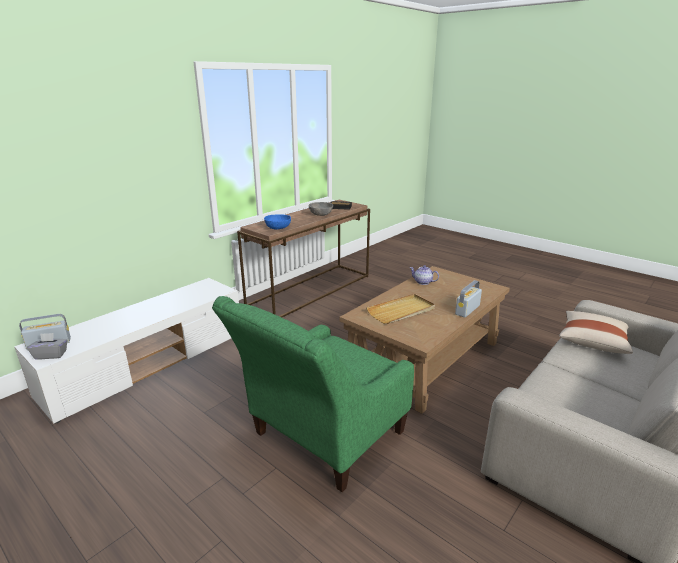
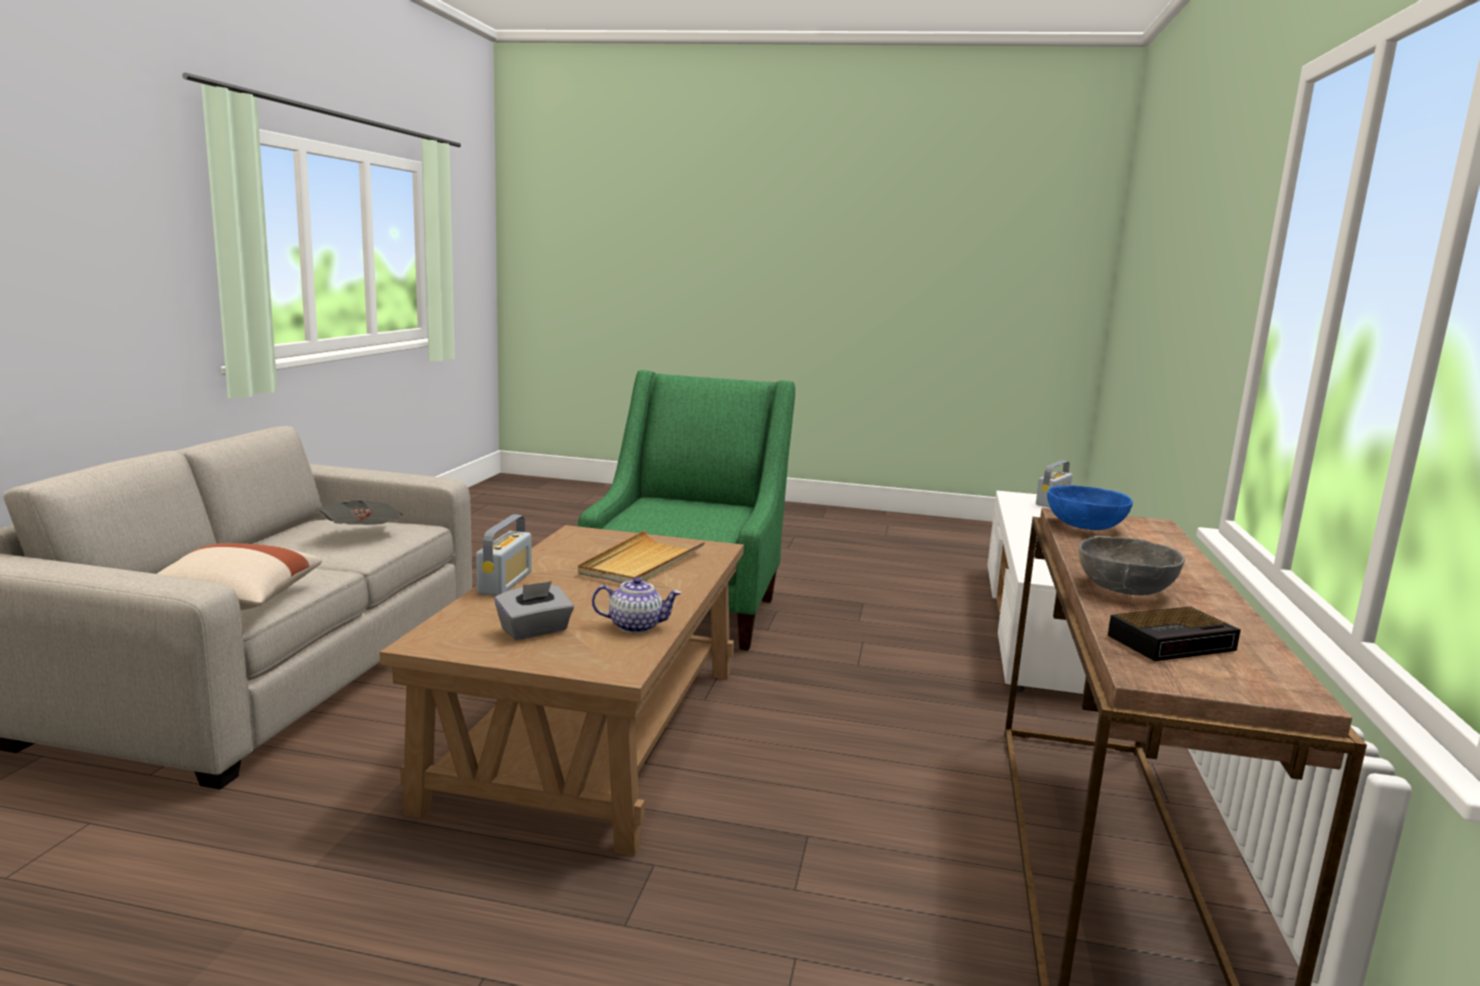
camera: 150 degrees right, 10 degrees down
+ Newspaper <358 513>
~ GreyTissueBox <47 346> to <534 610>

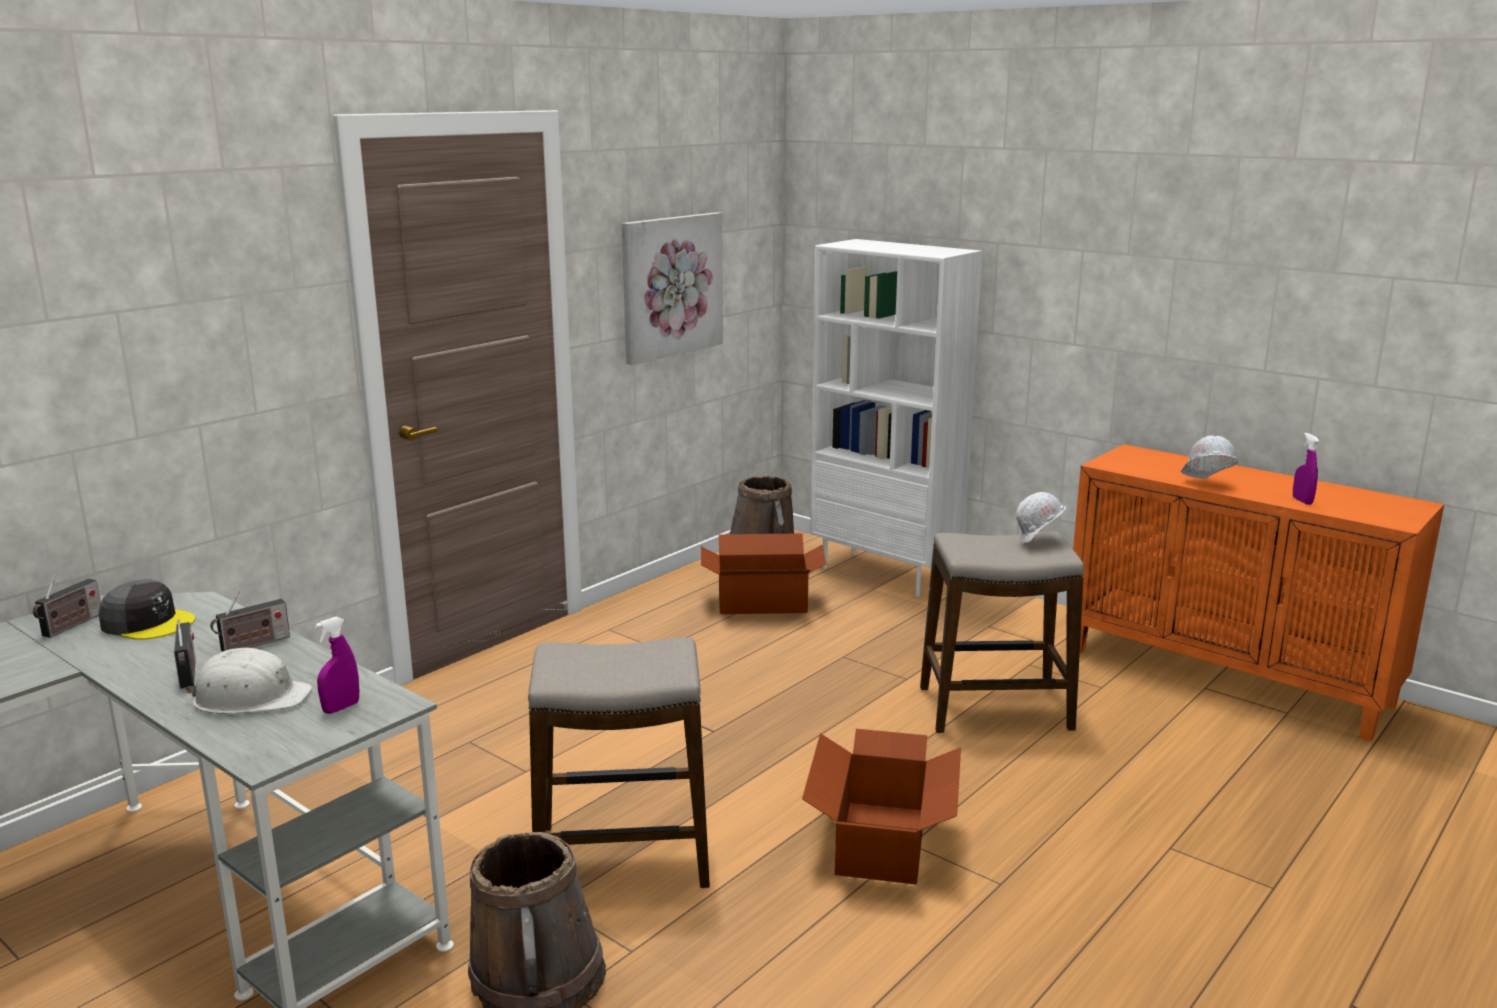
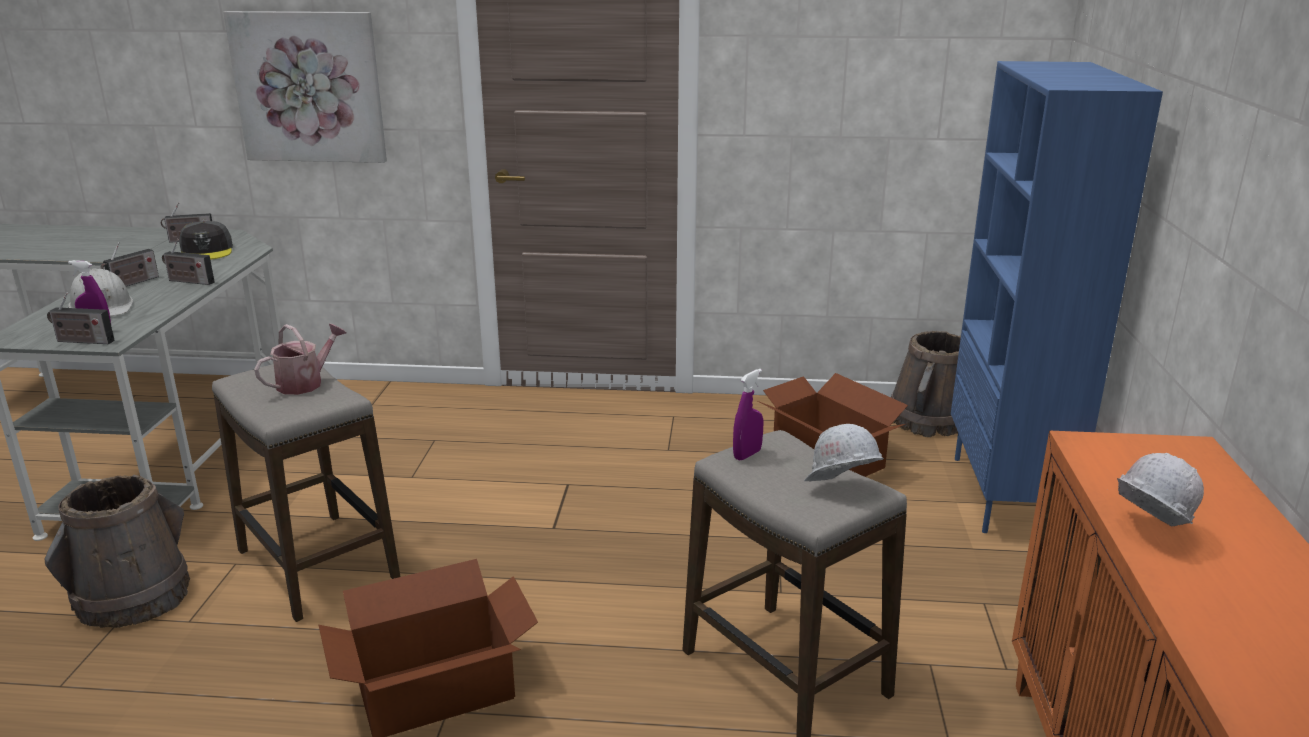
camera: 55 degrees right, 5 degrees up
+ Radio <81 318>
~ Picture <672 288> to <305 87>
+ WateringCan <300 359>
~ PurpleSprayBottle <1306 469> to <748 414>
~ WhiteBookcase <896 418> to BlueBookcase <1057 297>

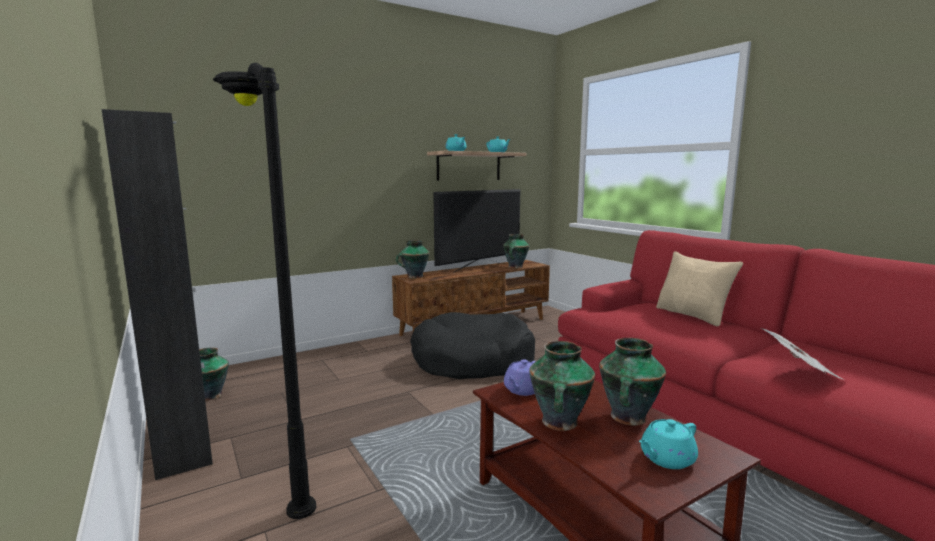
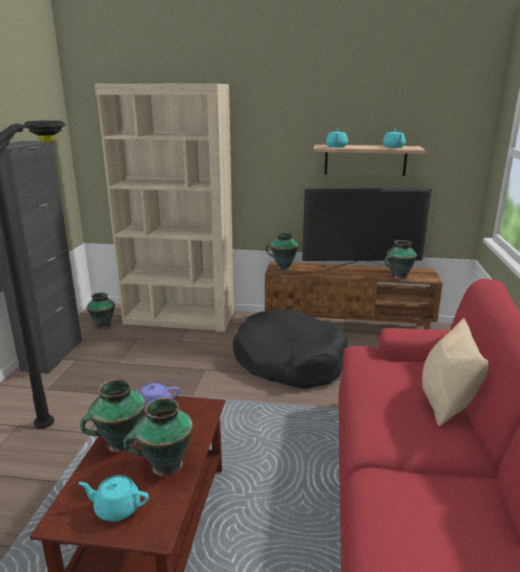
camera: 40 degrees right, 10 degrees up
+ BeigeBookcase <164 207>
- Newspaper <803 354>

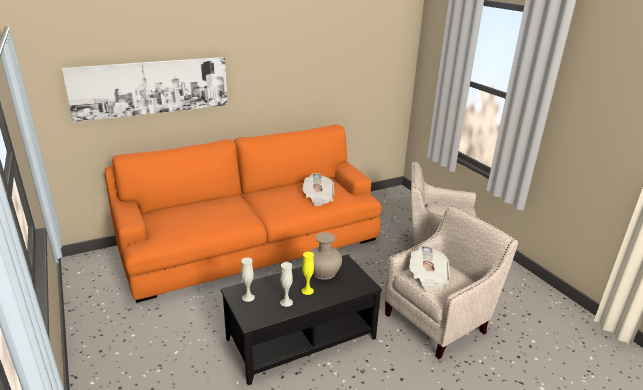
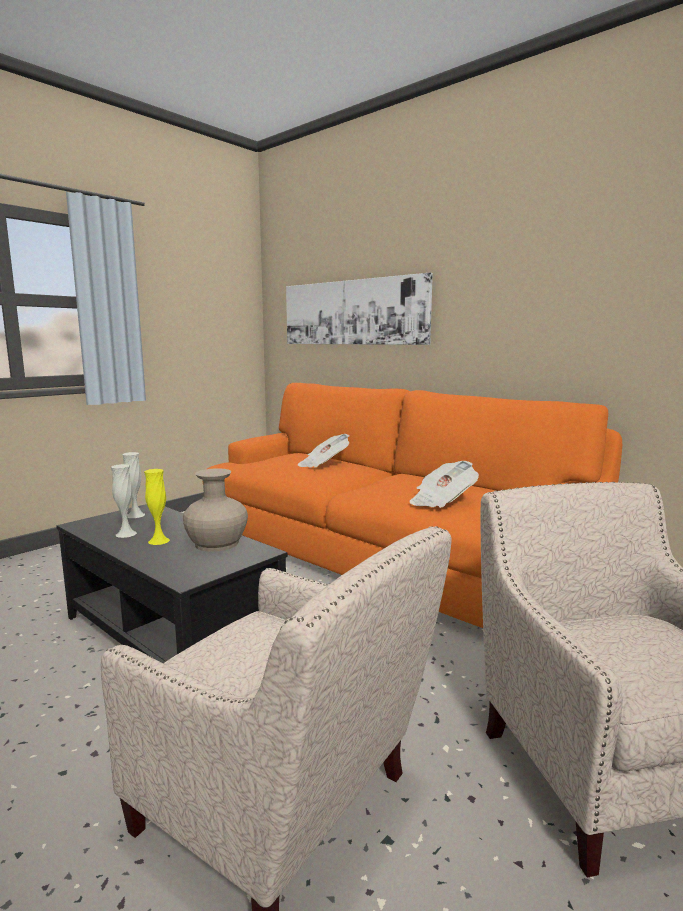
camera: 70 degrees right, 15 degrees down
~ Newspaper <429 268> to <324 451>

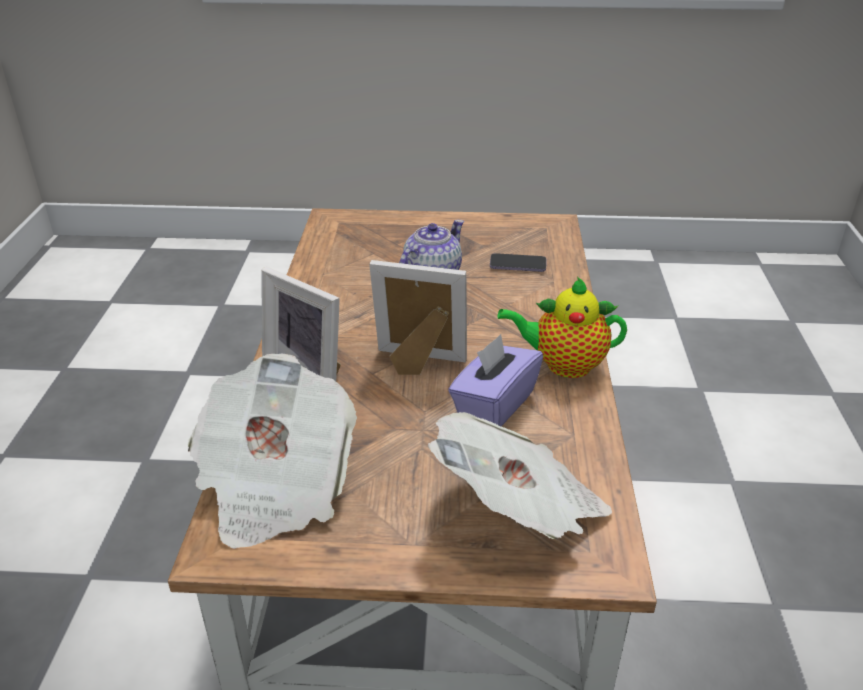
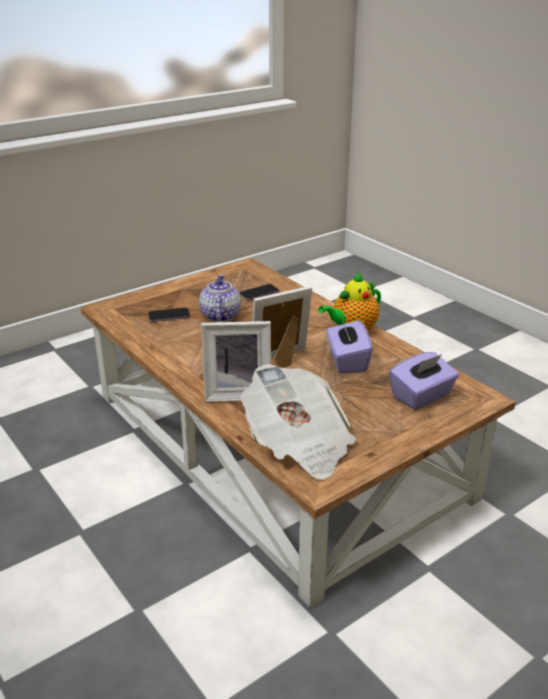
camera: 40 degrees left, 5 degrees down
+ Phone <169 315>
~ Newspaper <520 475> to PurpleTissueBox <424 381>

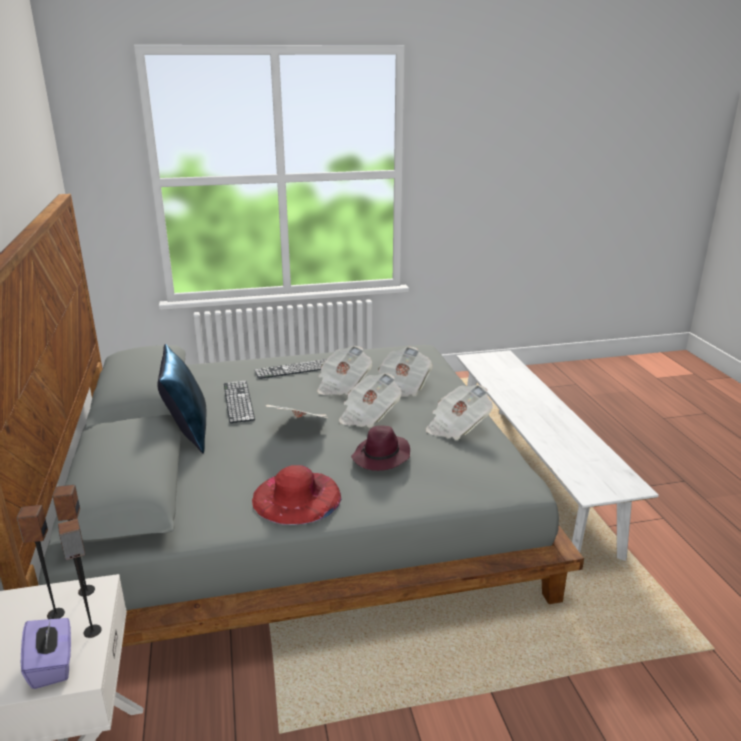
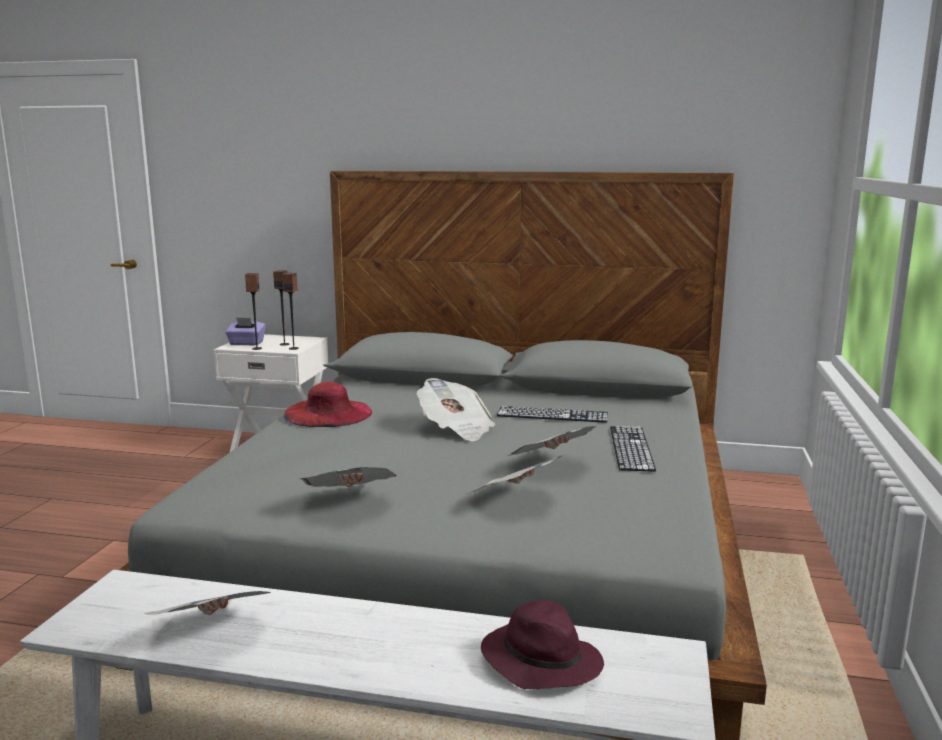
camera: 115 degrees right, 10 degrees down
~ Newspaper <370 400> to <207 603>
~ PurpleHat <380 448> to <542 645>
- BluePillow <181 398>

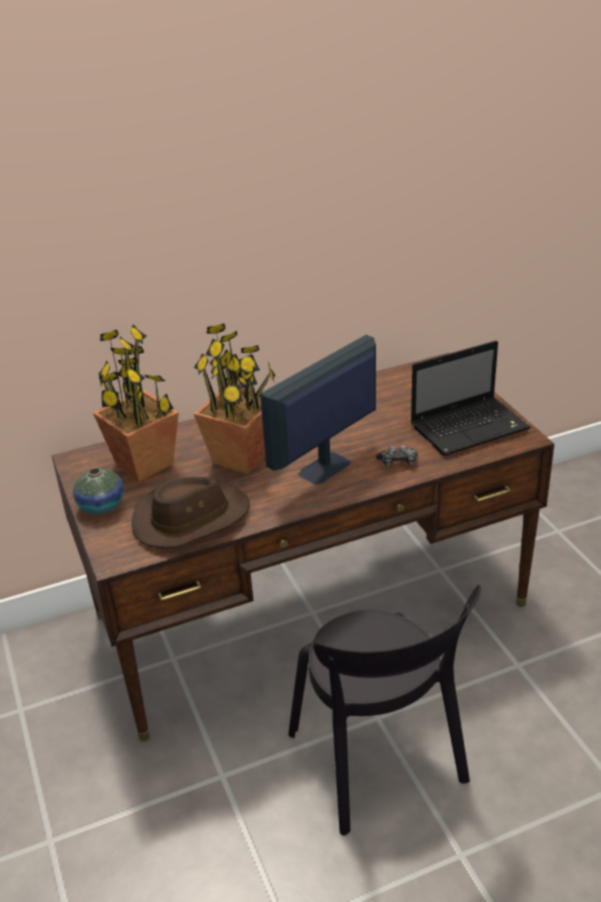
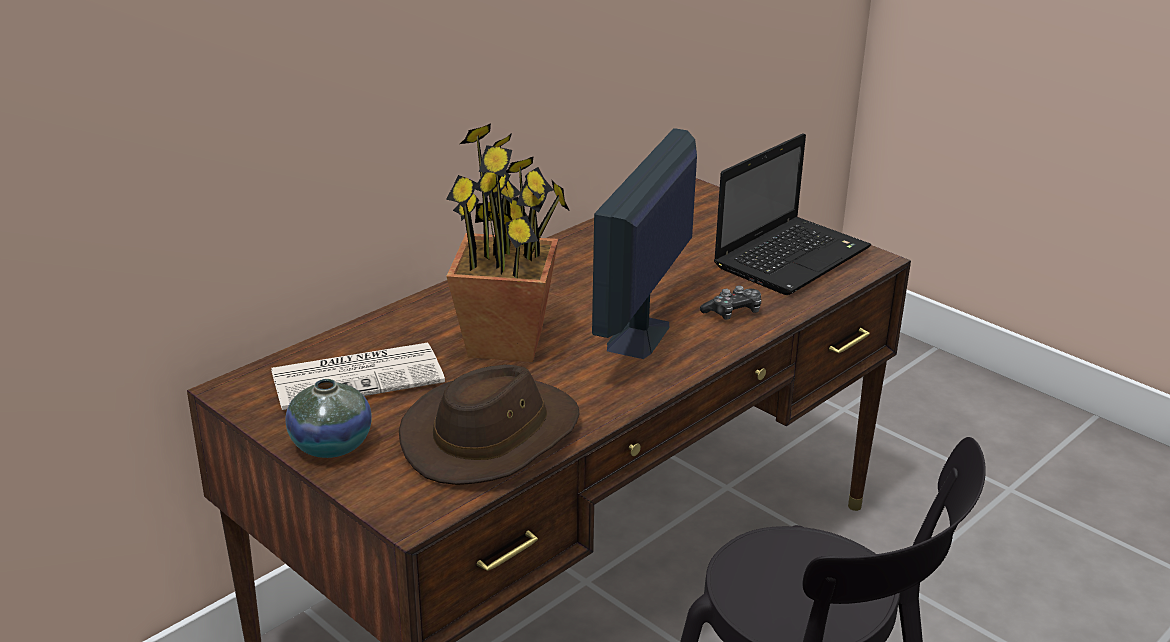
camera: 25 degrees left, 5 degrees down
~ PottedPlant <136 402> to Newspaper <358 376>

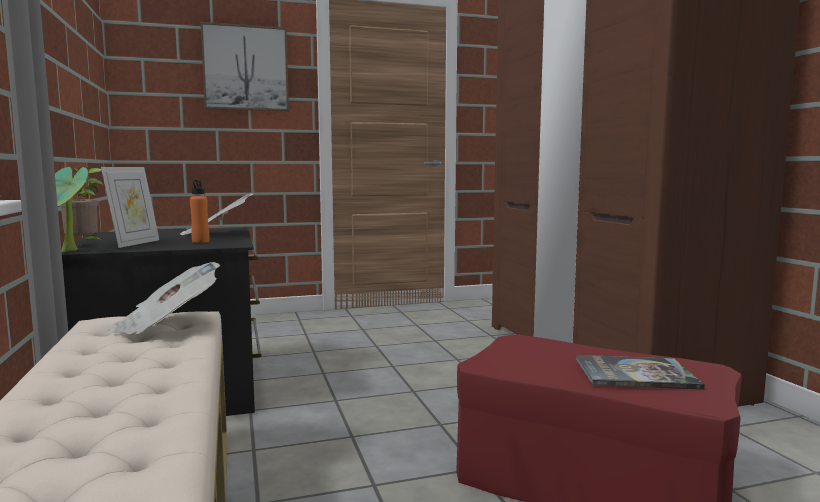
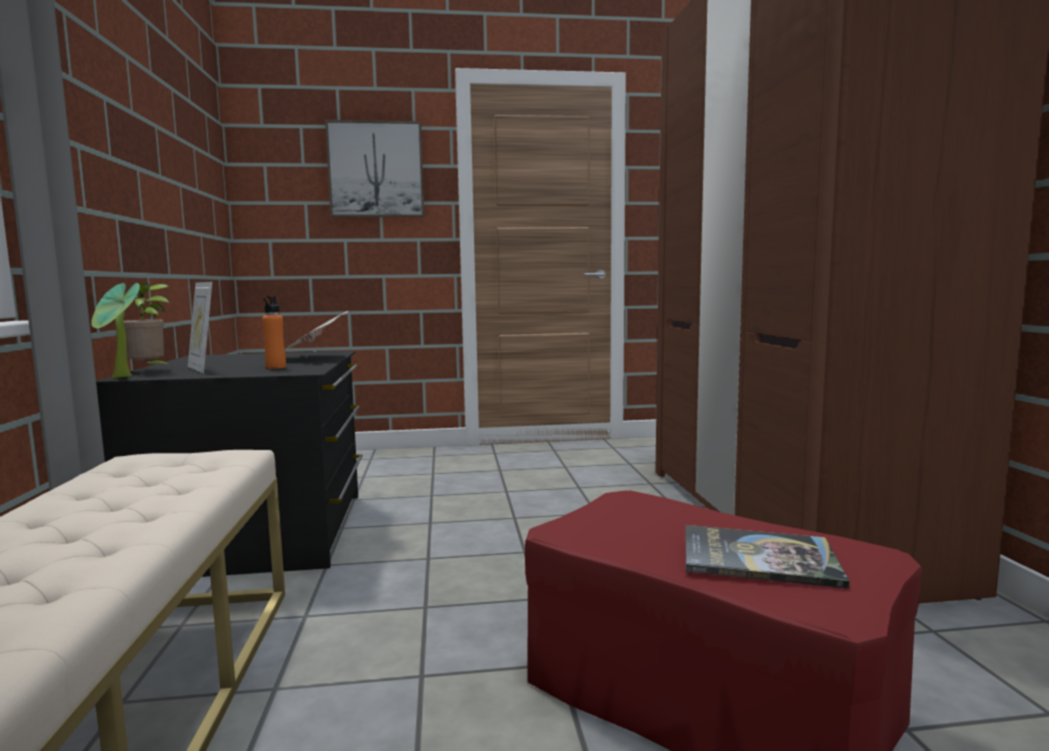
camera: 10 degrees right, 0 degrees up
~ PictureFrame <130 207> = <200 327> 120 degrees clockwise
- Newspaper <164 298>

